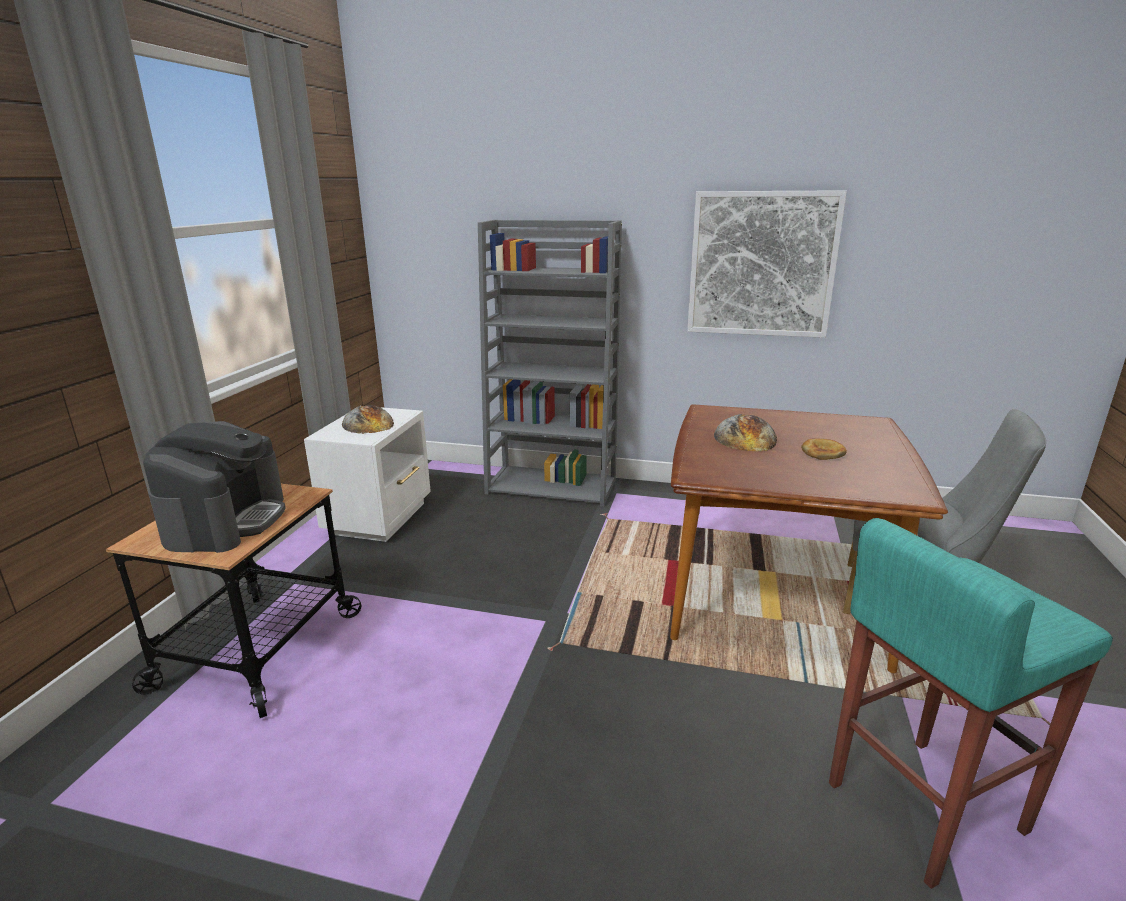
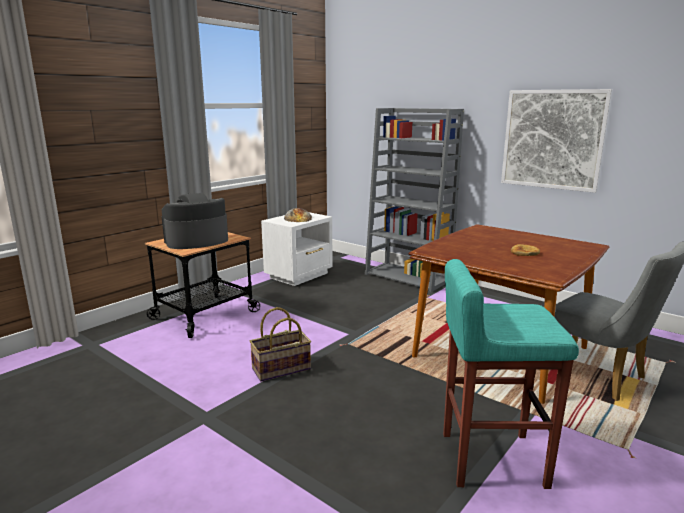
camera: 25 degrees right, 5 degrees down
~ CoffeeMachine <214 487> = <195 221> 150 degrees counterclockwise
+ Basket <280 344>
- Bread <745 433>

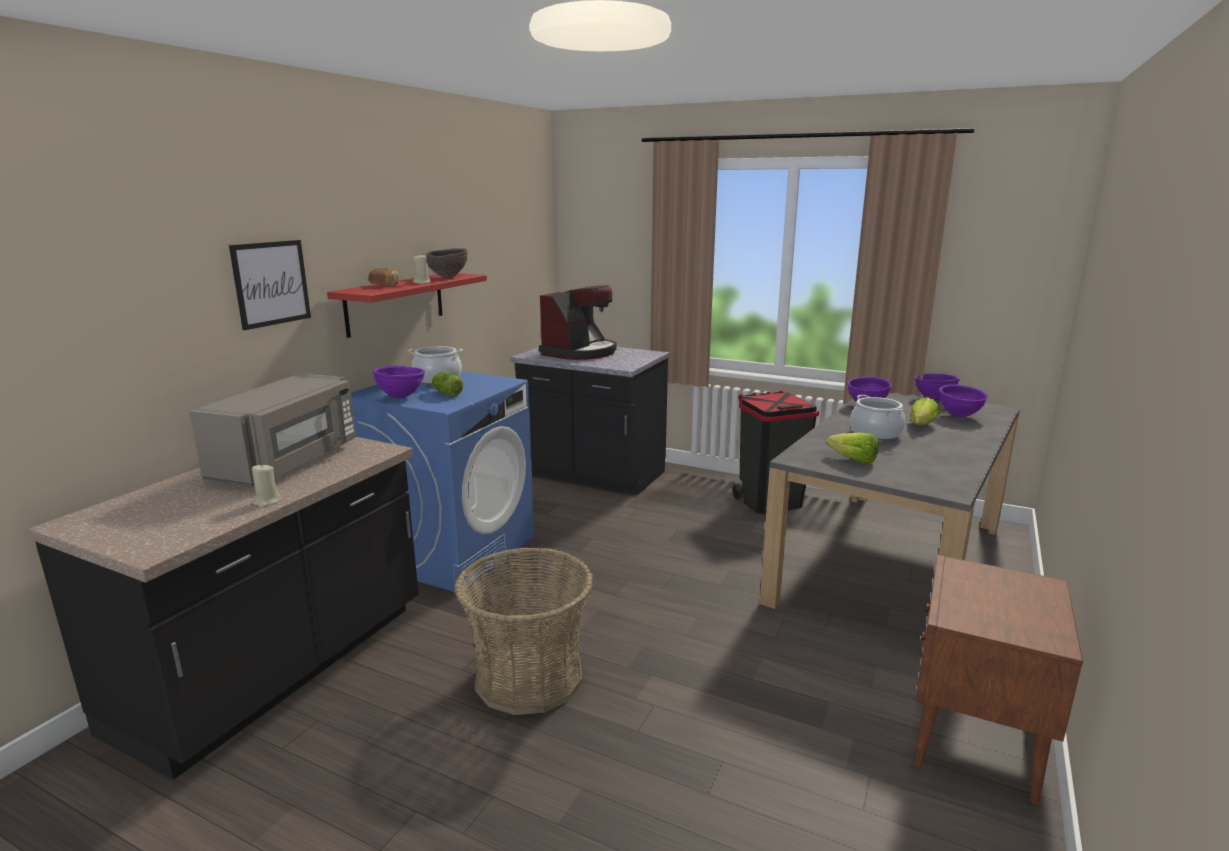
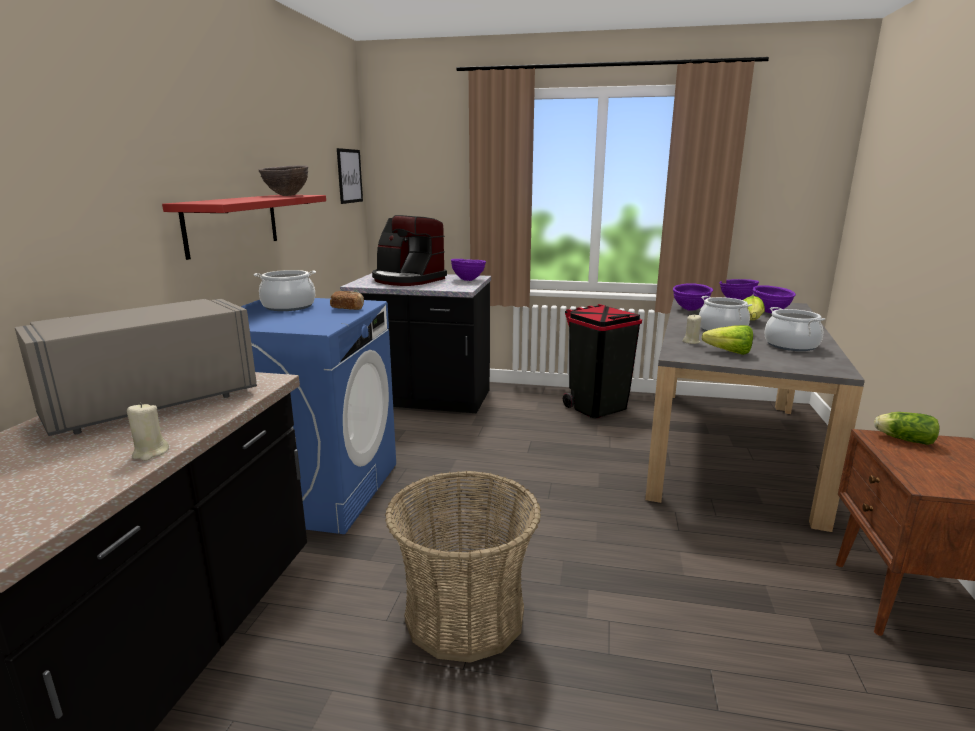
camera: 15 degrees left, 0 degrees up
~ GreyMicrowave <272 429> = <136 367> 135 degrees counterclockwise
~ Bread <383 277> to <347 300>
~ Picture <270 285> to <350 176>
~ CoffeeMachine <578 322> = <409 250> 105 degrees clockwise
~ PurpleBowl <399 382> to <468 270>
~ BeigeCandle <422 269> to <691 329>
+ CookingPot <794 329>
~ Lettuce <447 384> to <907 428>

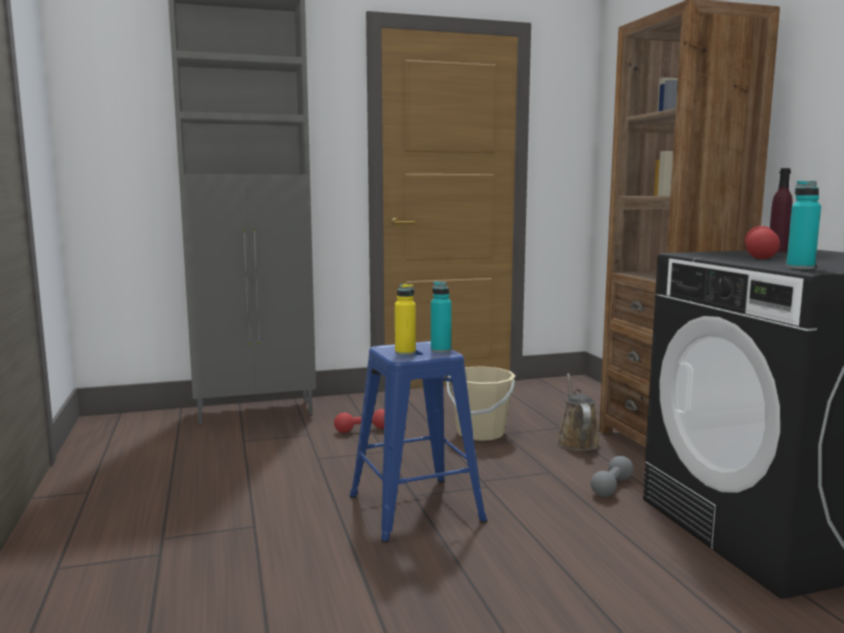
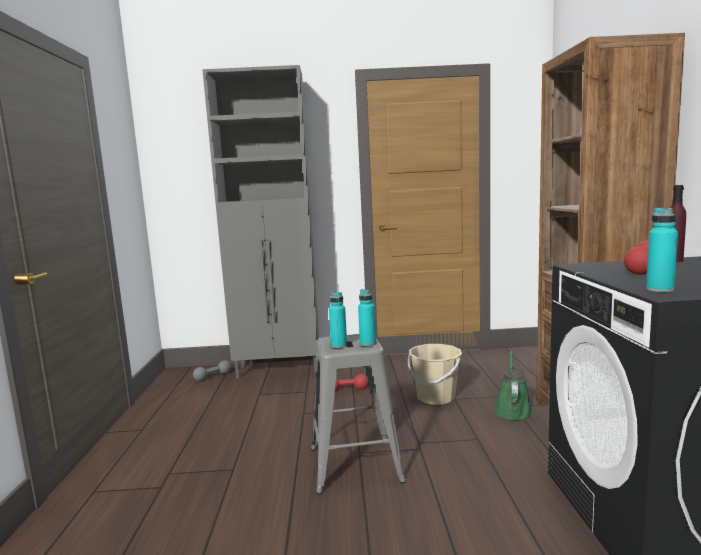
camera: 15 degrees right, 0 degrees up
~ GreyDumbbell <612 476> to <212 370>
~ BlueStool <418 442> to GreyStool <358 414>
~ YellowBottle <405 319> to TurquoiseBottle <338 320>
~ BrownWateringCan <578 412> to GreenWateringCan <513 385>

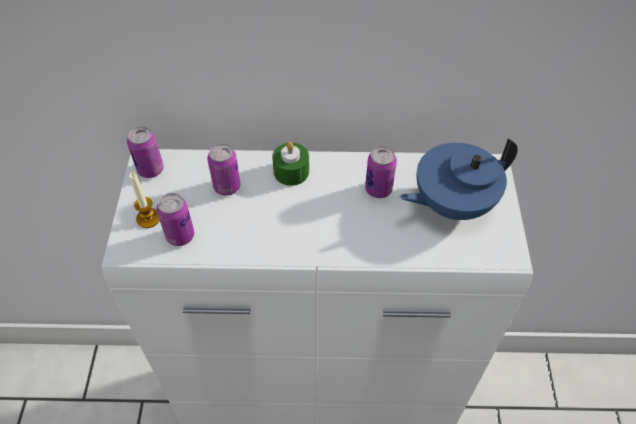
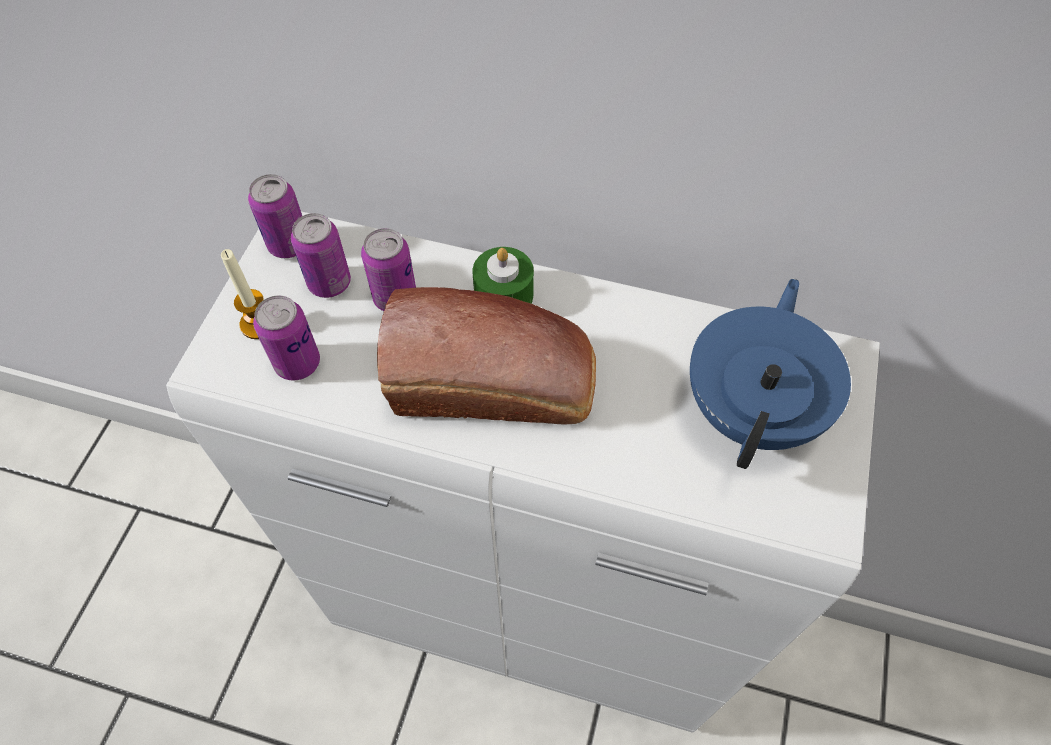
camera: 15 degrees right, 5 degrees up
~ Can <381 172> to <321 255>
+ Bread <486 356>
~ BlueTeapot <458 179> = <770 373> 120 degrees clockwise

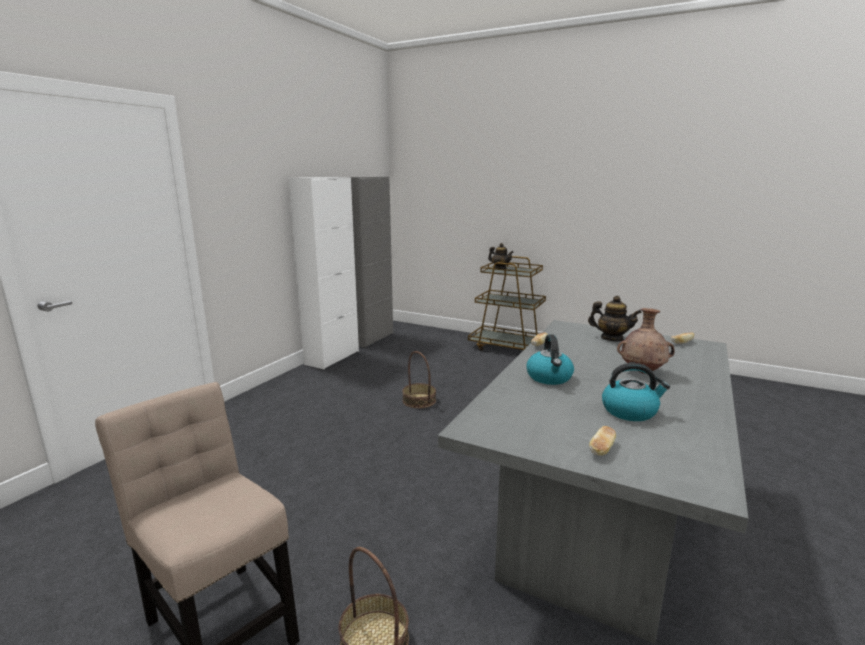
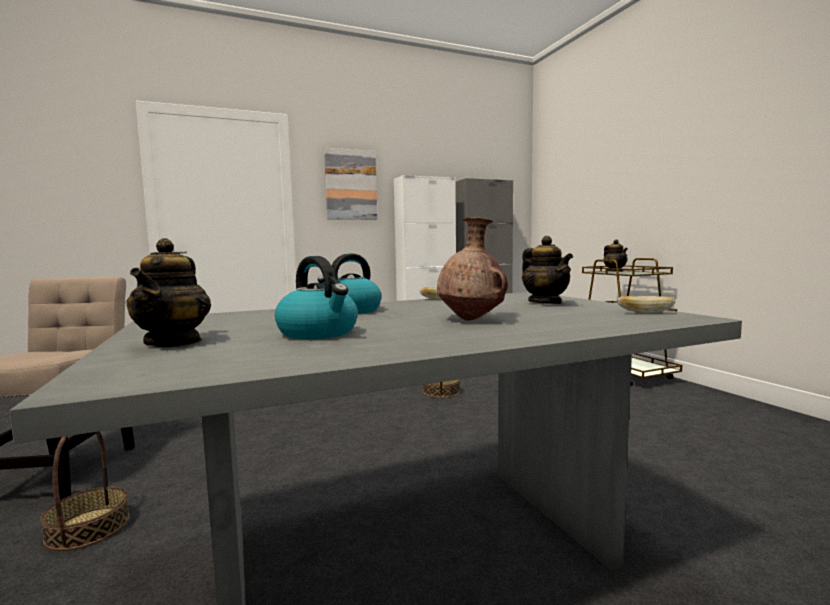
camera: 40 degrees right, 10 degrees down
~ Bread <602 441> to Teapot <168 292>
+ Picture <351 184>

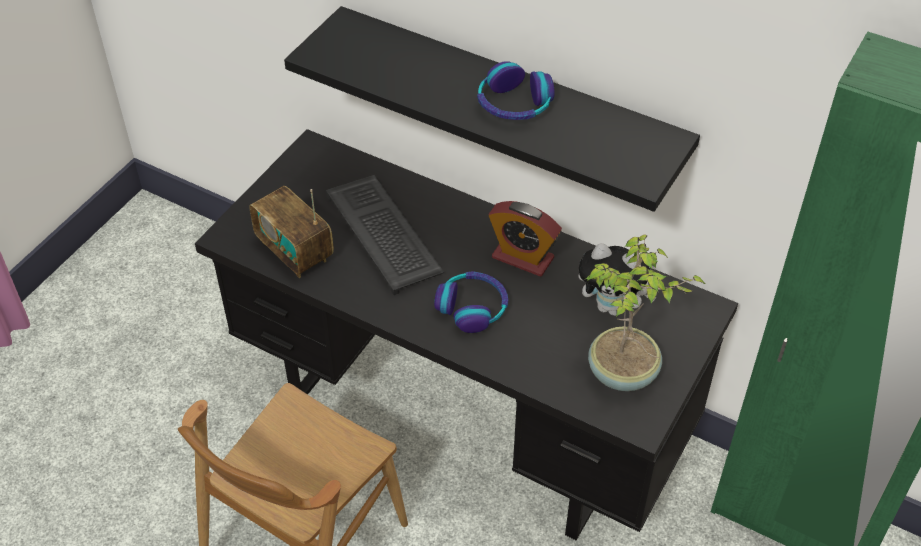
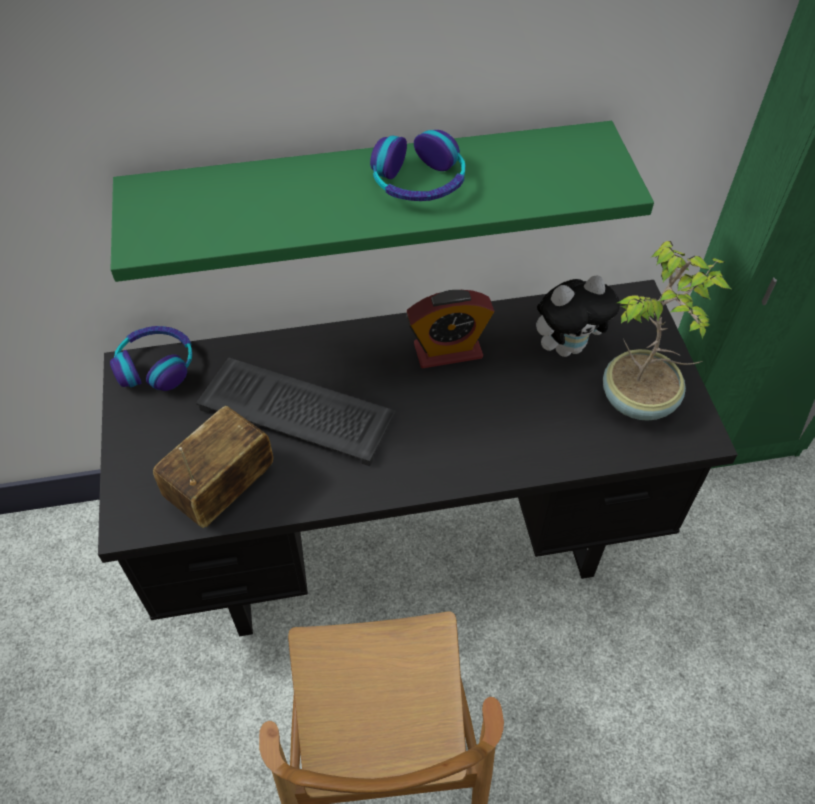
camera: 40 degrees left, 5 degrees up
~ BlackShelf <492 109> to GreenShelf <382 201>
~ Headphones <471 302> to <151 358>
~ Radio <291 232> = <213 467> 120 degrees clockwise

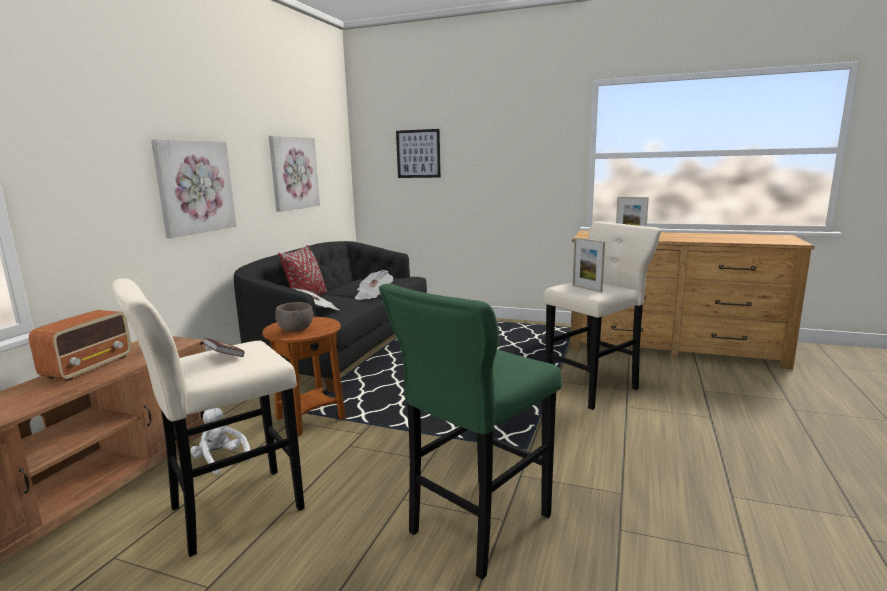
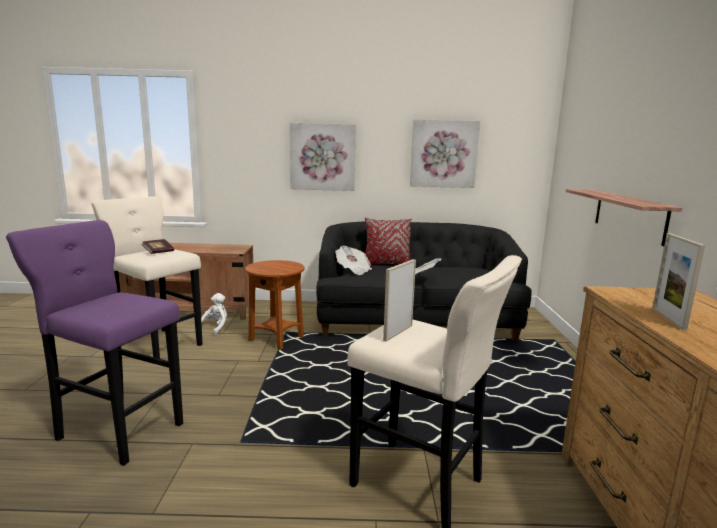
camera: 70 degrees right, 0 degrees up
~ GreenStool <470 432> to PurpleStool <94 343>
+ Shelf <624 217>
- Radio <80 345>
- BrownBowl <294 317>
- Picture <418 153>

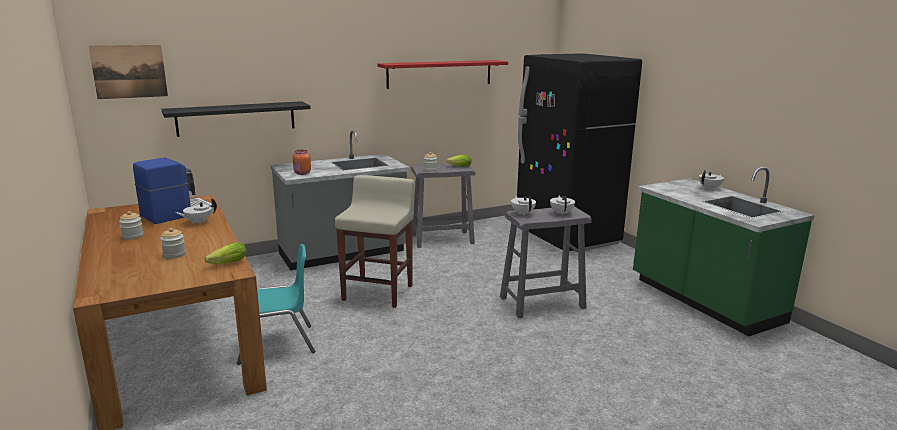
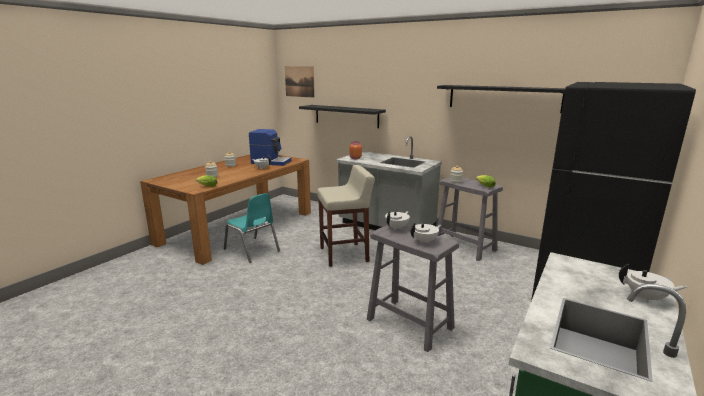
camera: 60 degrees right, 0 degrees up
~ RedShelf <442 74> to BlackShelf <501 99>

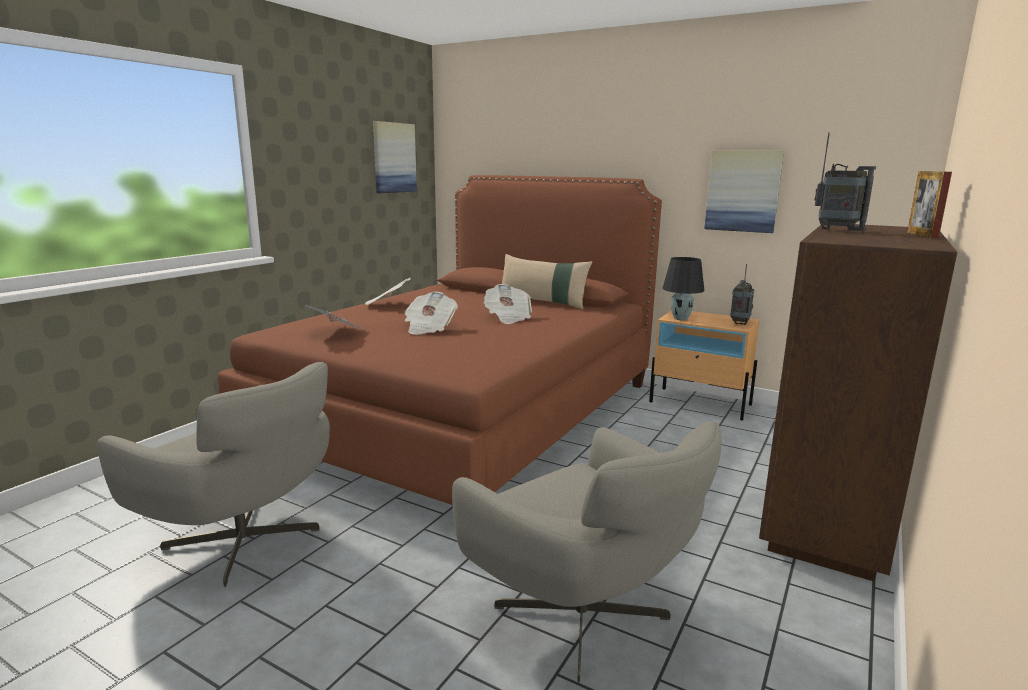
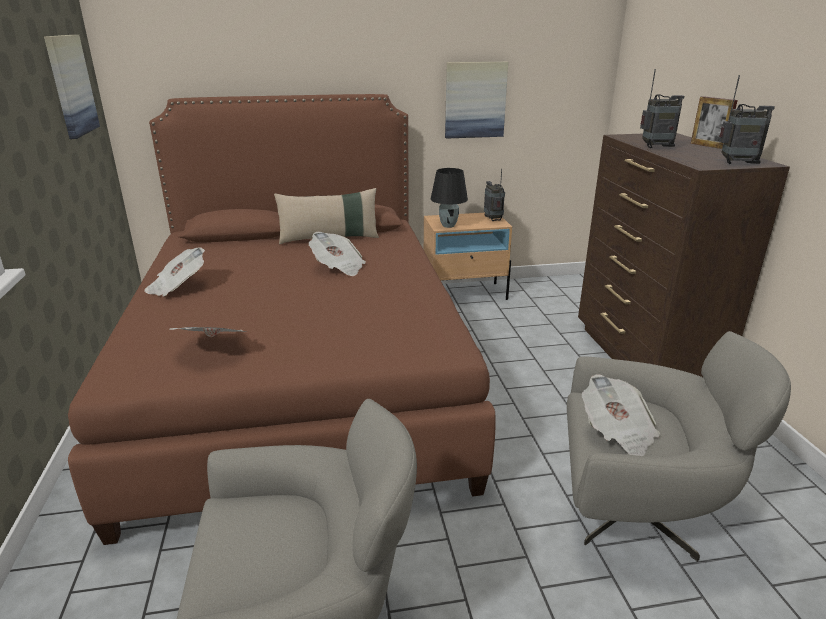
camera: 40 degrees left, 10 degrees up
~ Newspaper <431 313> to <621 415>
+ Radio <747 119>

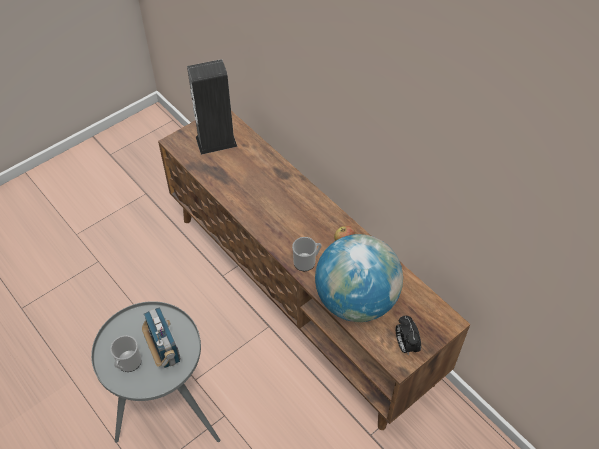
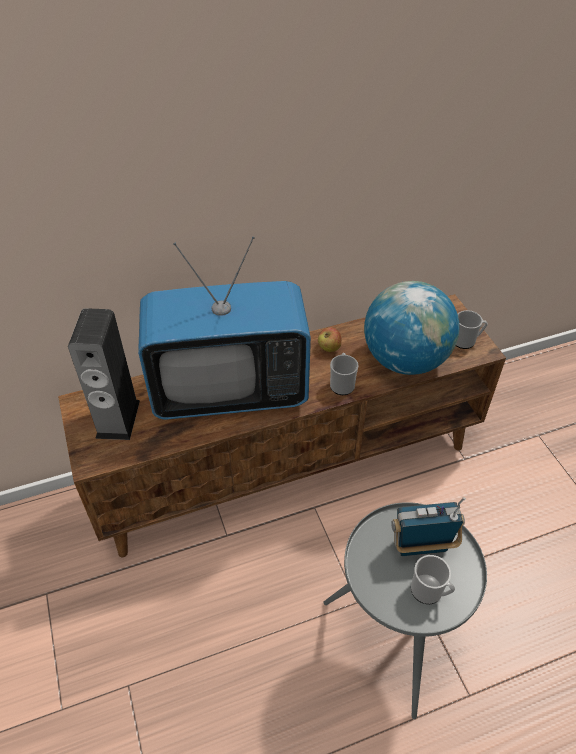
camera: 70 degrees left, 5 degrees down
+ Television <224 328>
~ AlarmClock <408 336> to Mug <472 329>

